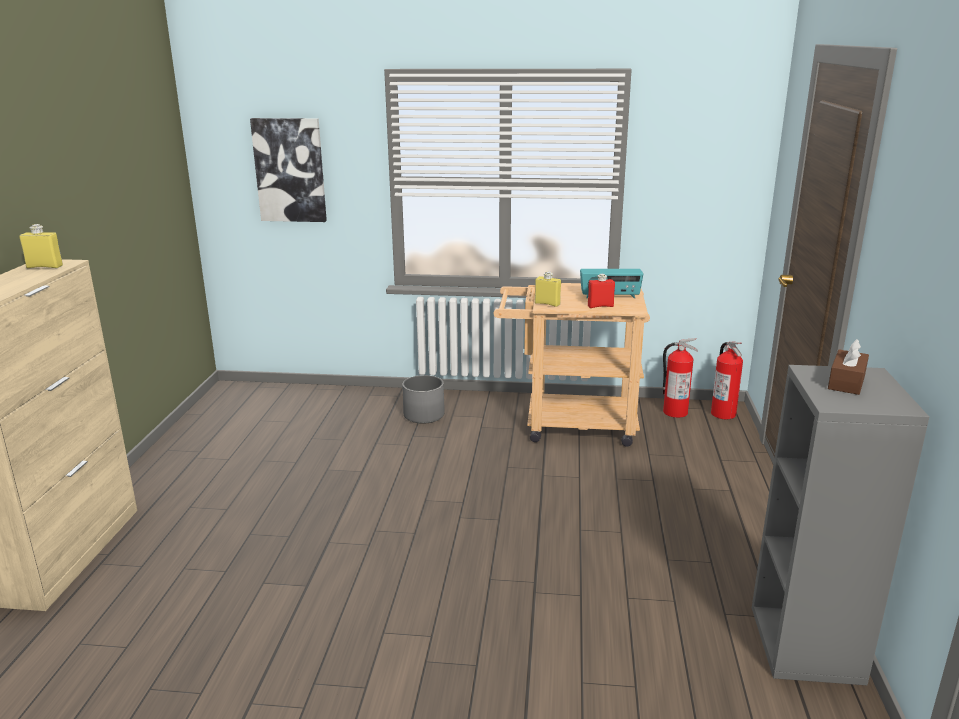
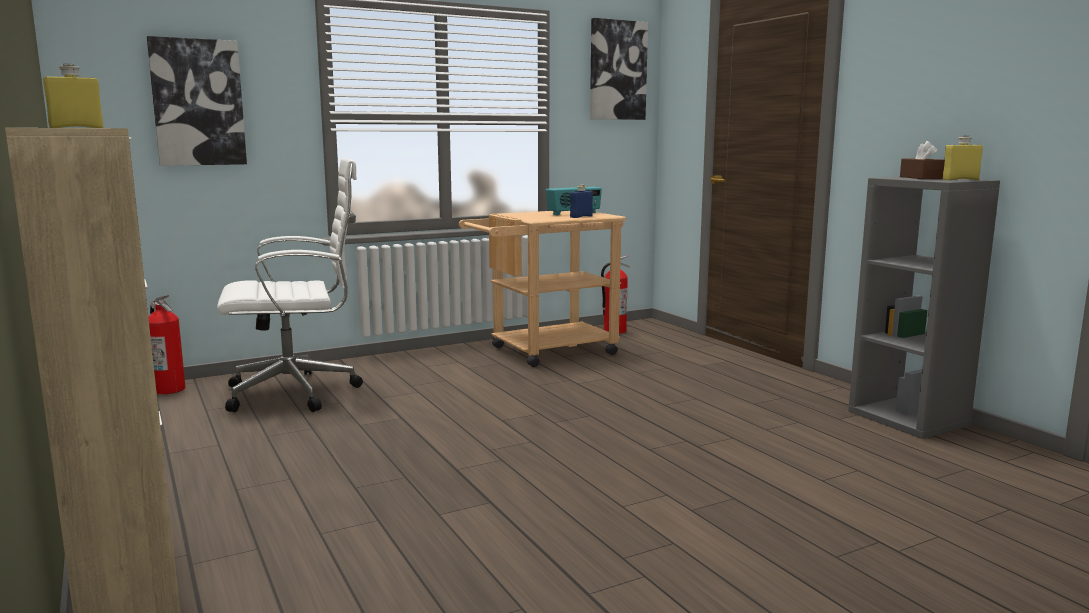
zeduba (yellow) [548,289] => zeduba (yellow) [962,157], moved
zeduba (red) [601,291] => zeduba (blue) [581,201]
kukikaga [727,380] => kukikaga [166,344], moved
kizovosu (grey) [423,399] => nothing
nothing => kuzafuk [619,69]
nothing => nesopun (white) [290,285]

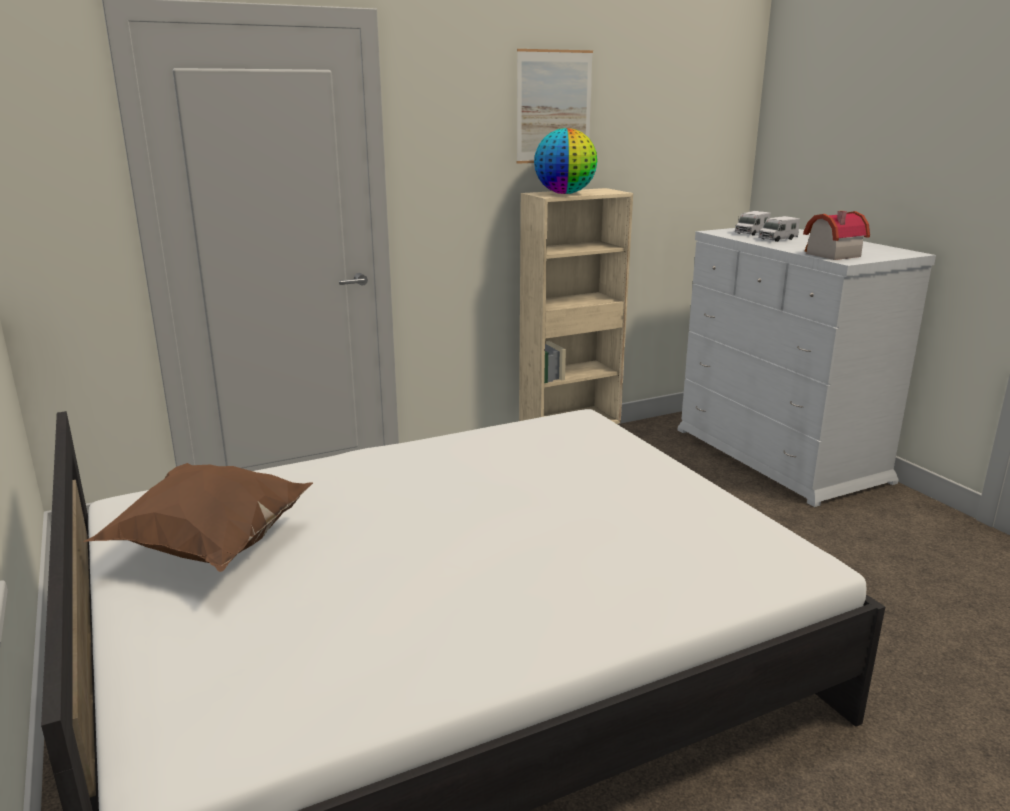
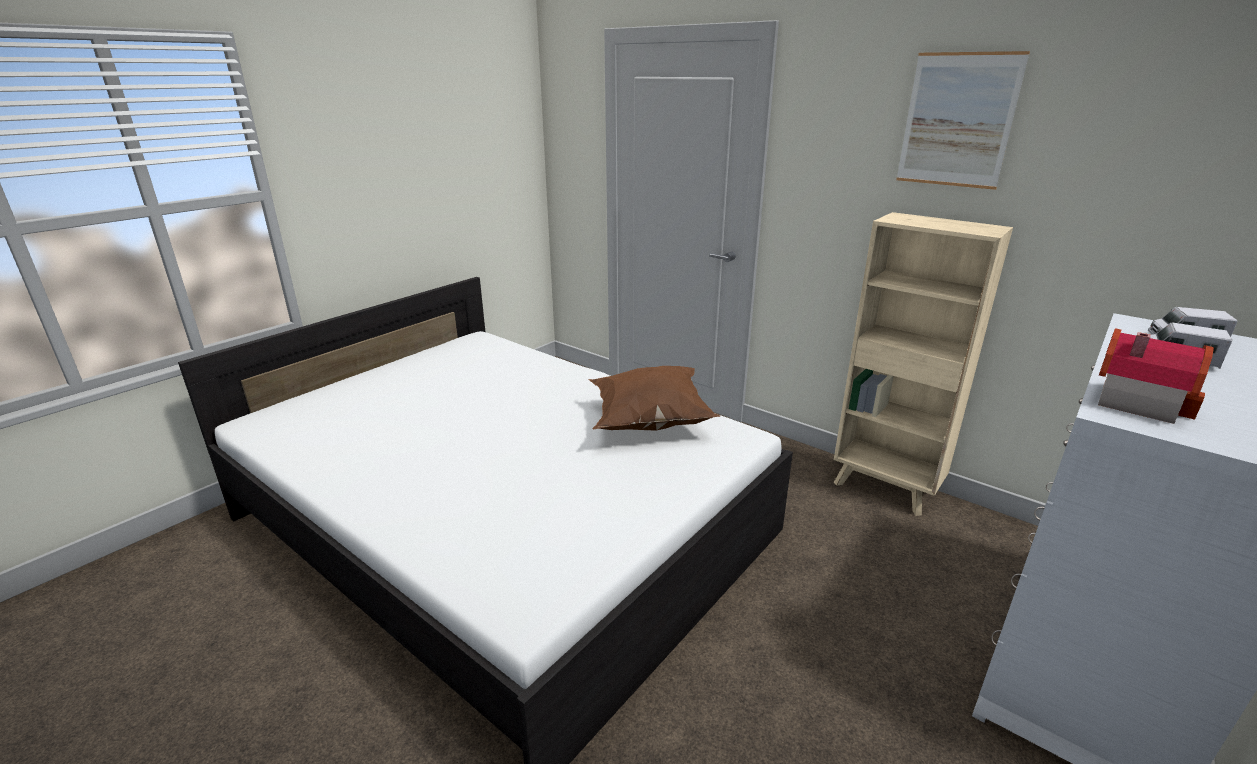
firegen [565,161] => nothing
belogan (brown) [198,517] => belogan (brown) [654,398], moved

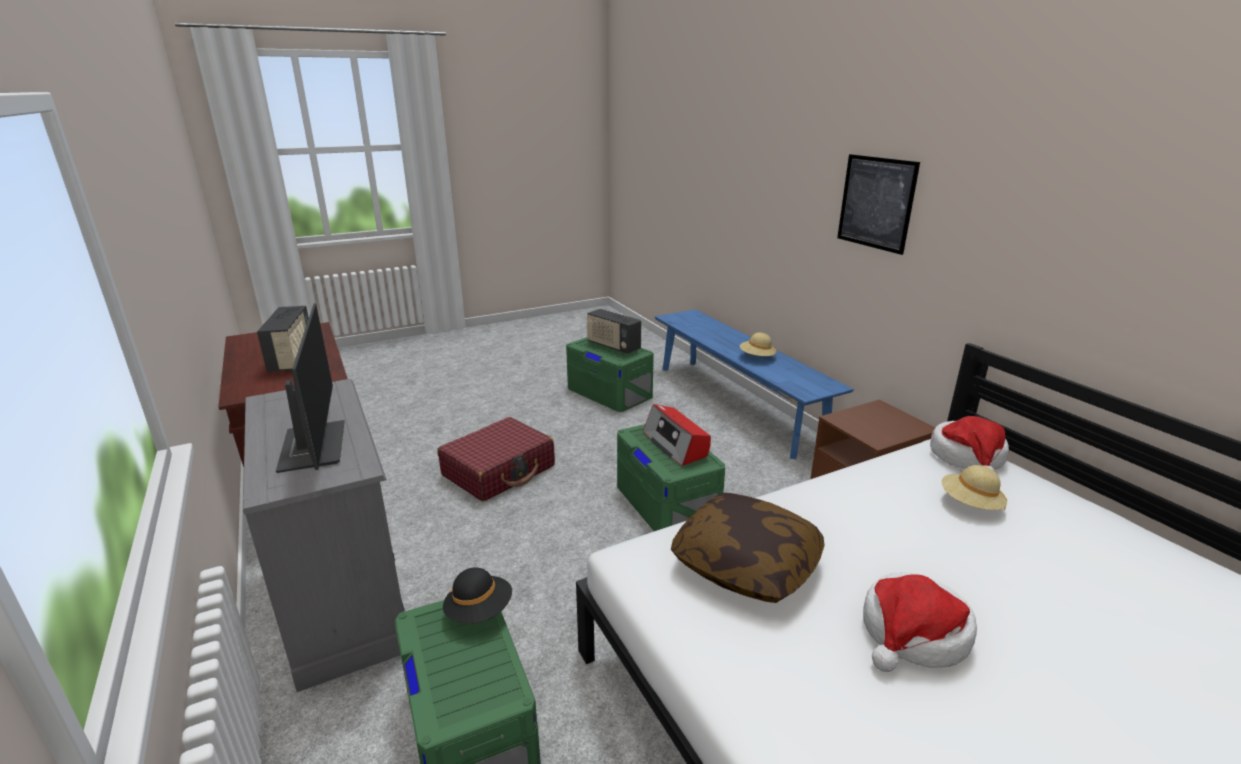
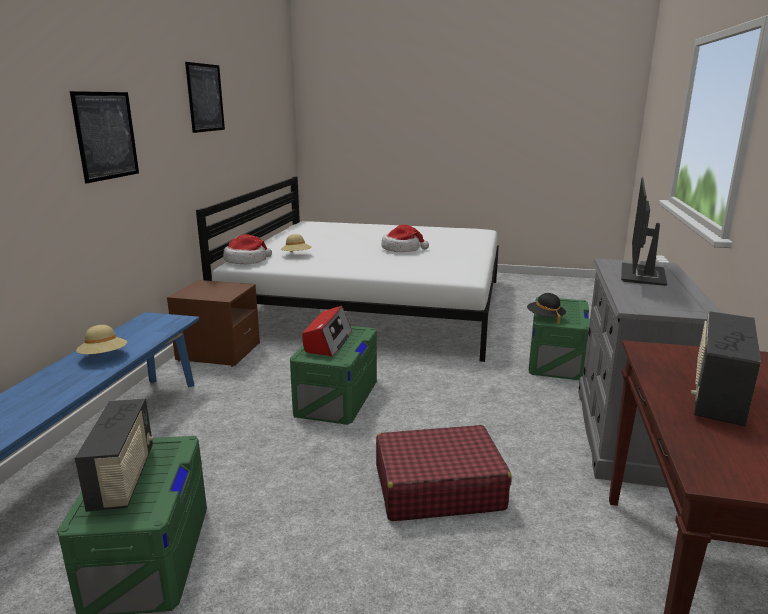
belogan [748,548] => nothing
nothing => kuzafuk [205,97]

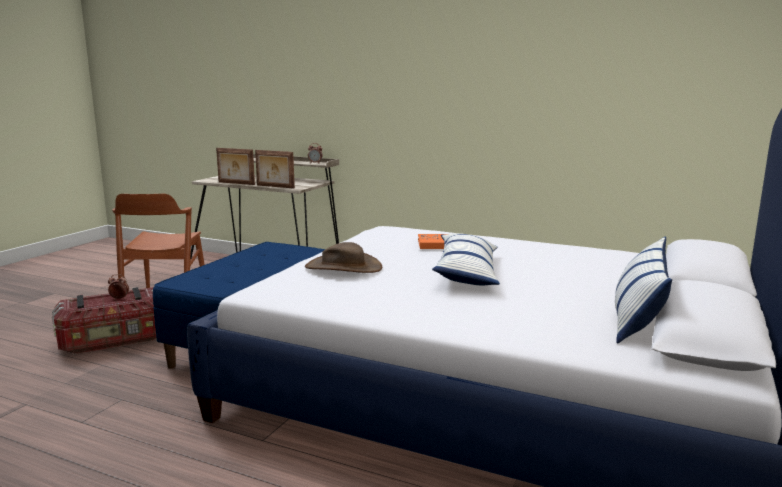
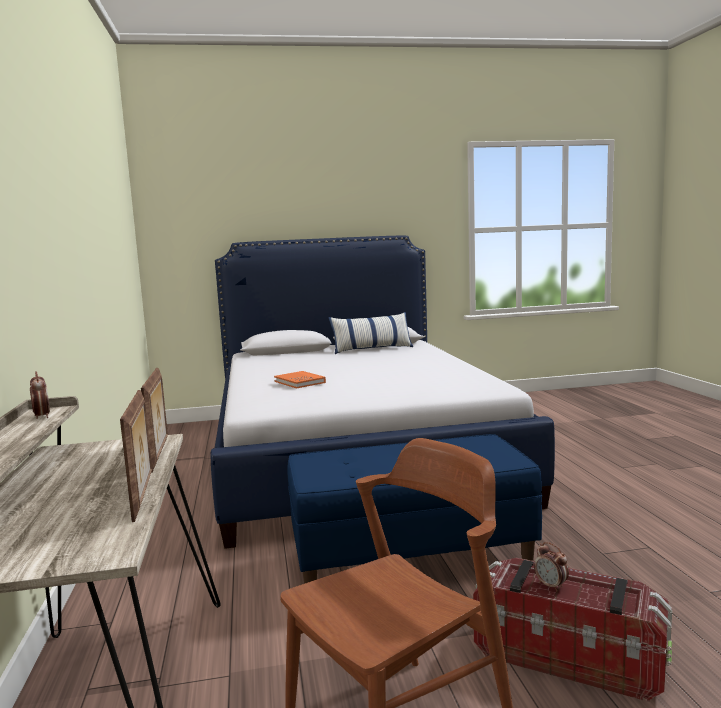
belogan [466,259] => nothing
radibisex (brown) [343,257] => nothing

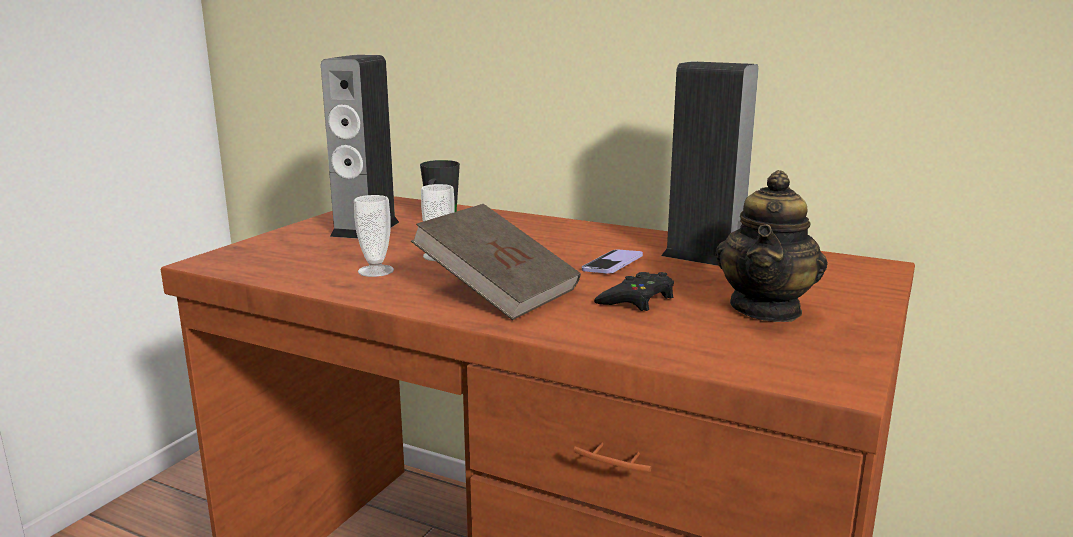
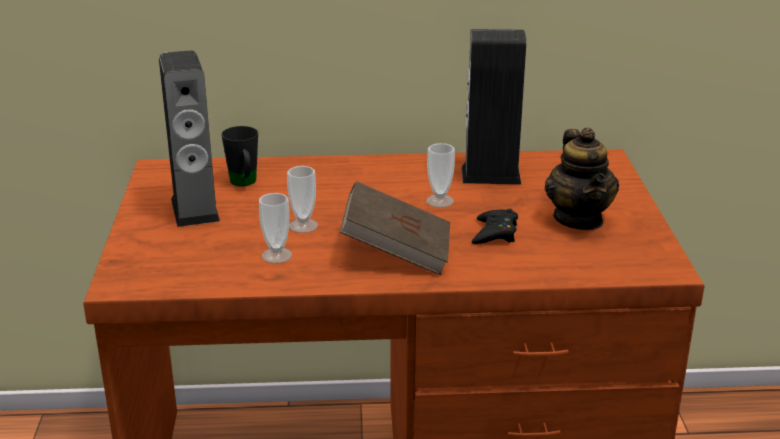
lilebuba [612,262] => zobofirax [440,175]

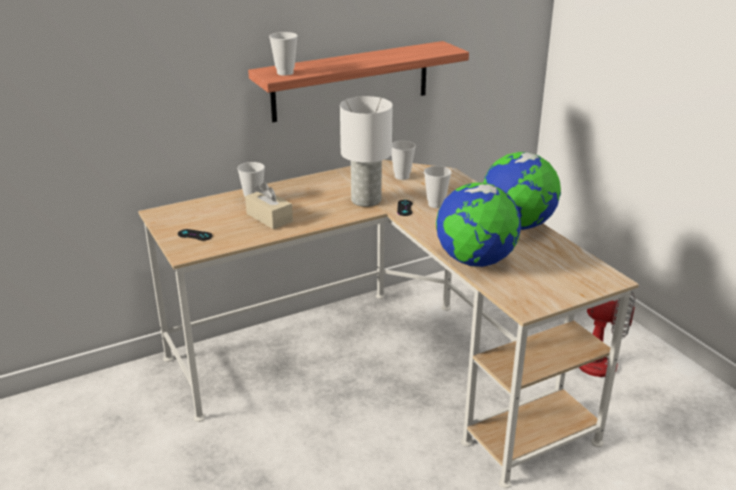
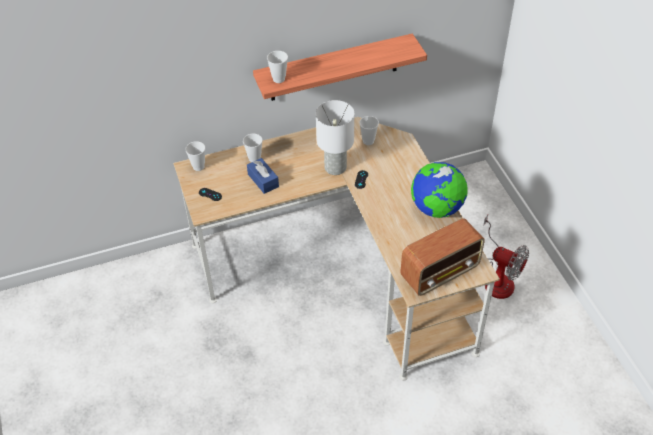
zobofirax [437,187] => zobofirax [195,156], moved
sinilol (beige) [269,205] => sinilol (blue) [263,176]
firegen [478,225] => nothing
nothing => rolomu [442,257]

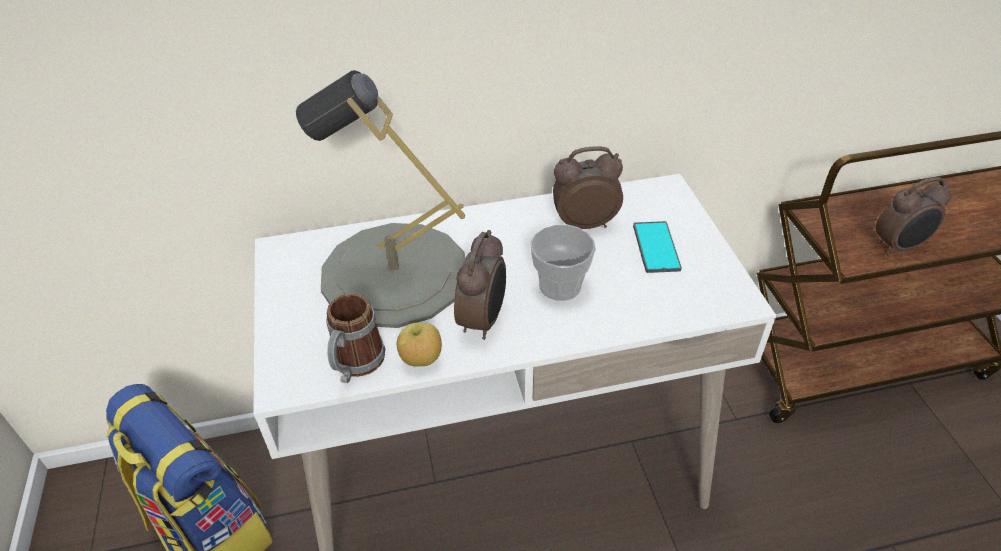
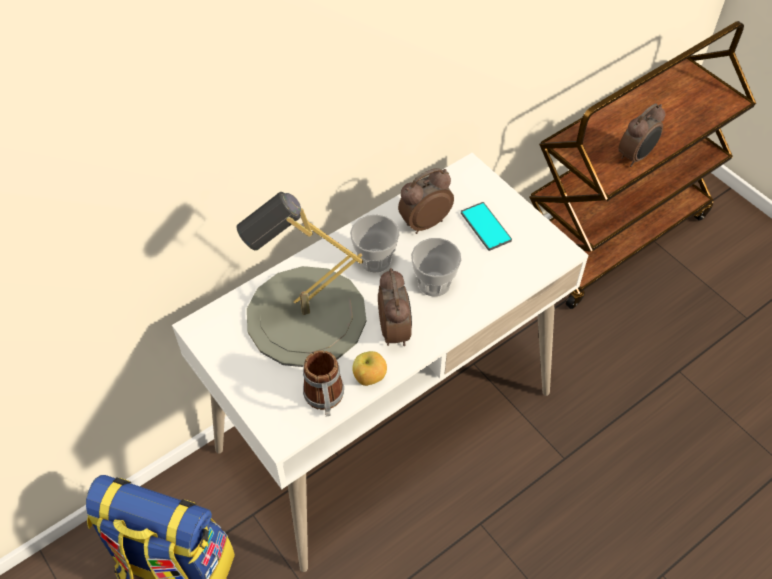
nothing => zobofirax [375,243]

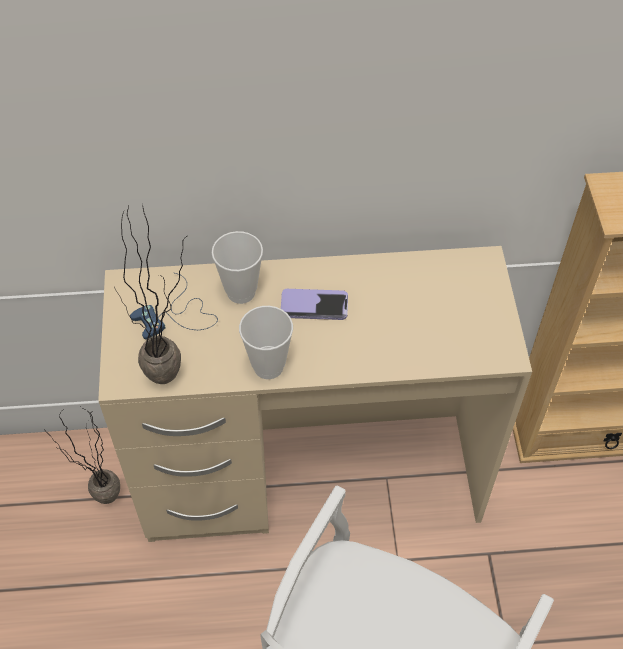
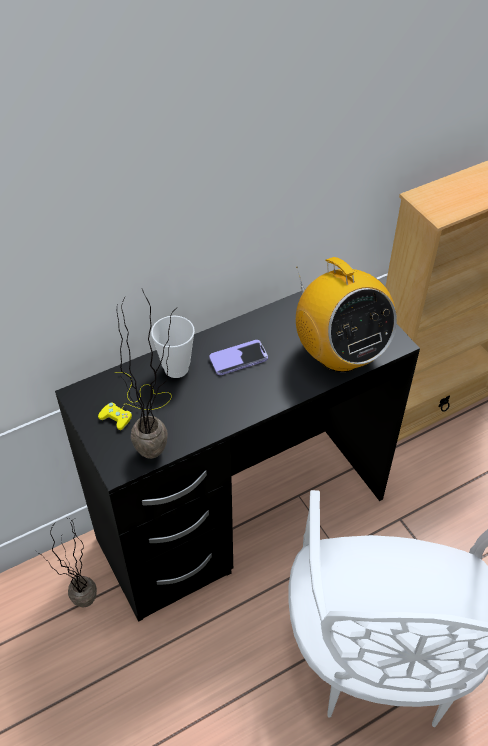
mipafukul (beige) [315,394] => mipafukul (black) [237,456]
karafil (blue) [174,306] => karafil (yellow) [135,401]
zobofirax [266,342] => nothing
nothing => rolomu [346,314]

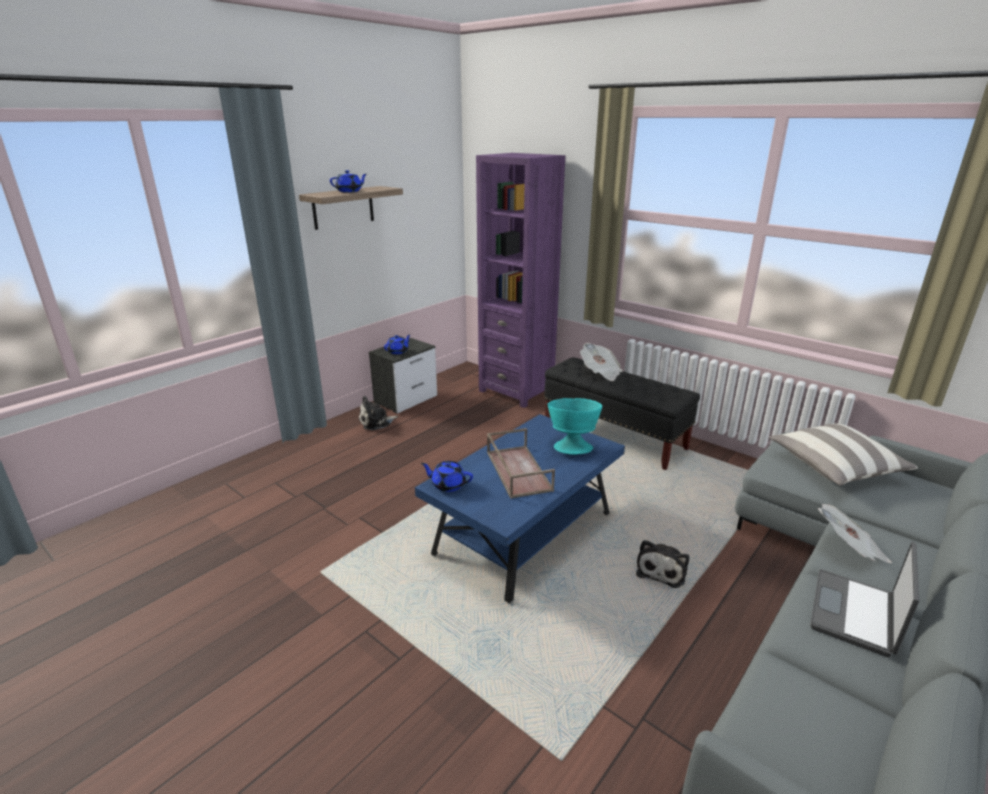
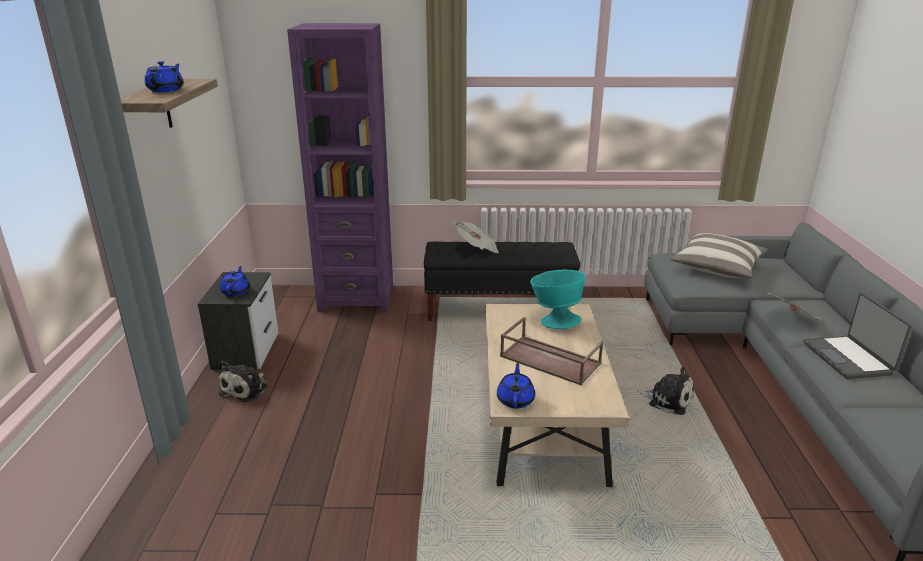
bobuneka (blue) [520,509] => bobuneka (beige) [557,396]
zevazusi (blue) [447,476] => zevazusi (blue) [516,386], 120 degrees clockwise
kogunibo [662,564] => kogunibo [665,391], 45 degrees counterclockwise

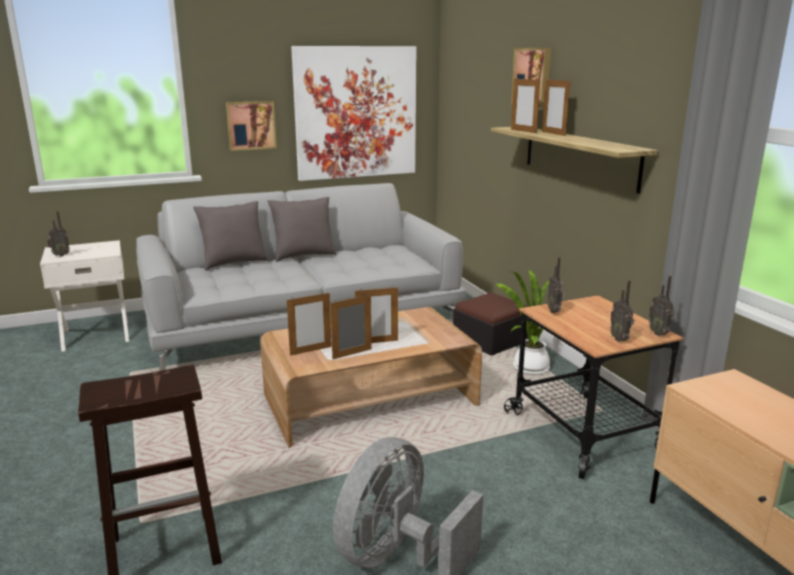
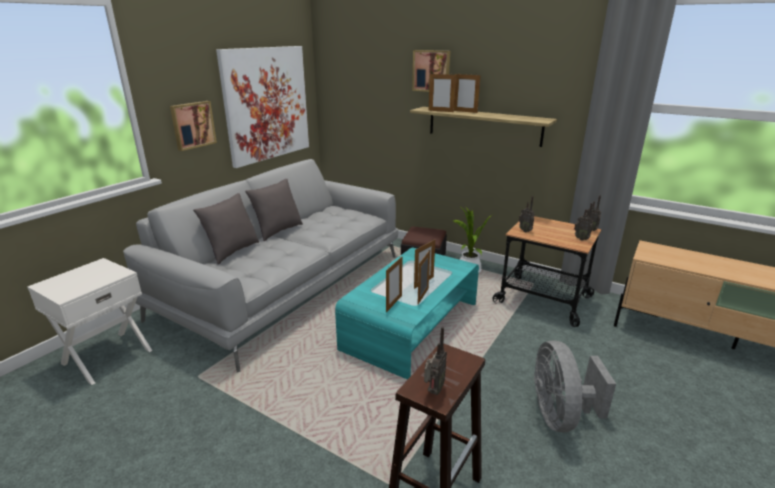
rolomu [58,234] => rolomu [435,361], moved
bobuneka (brown) [371,377] => bobuneka (turquoise) [407,313]

